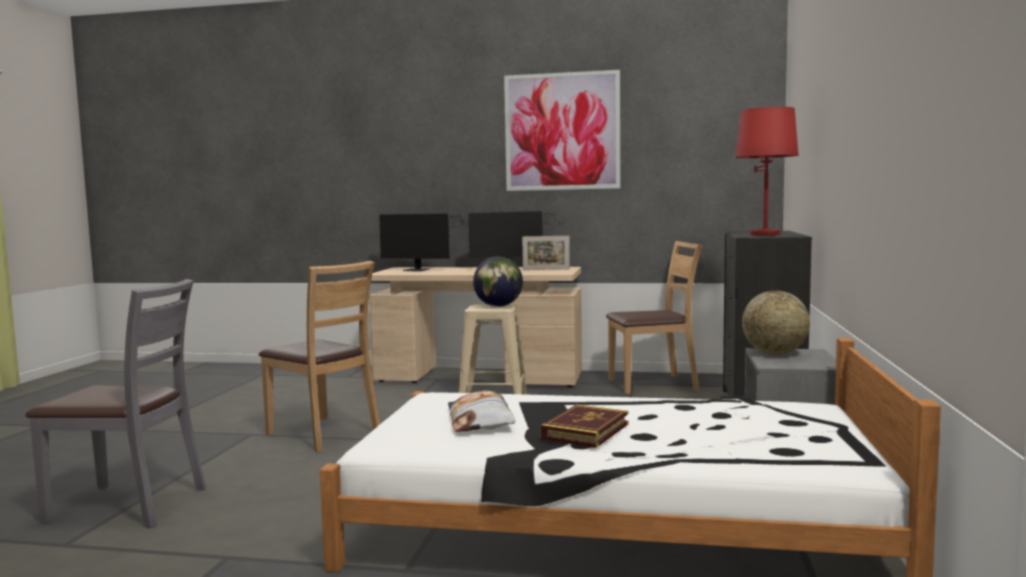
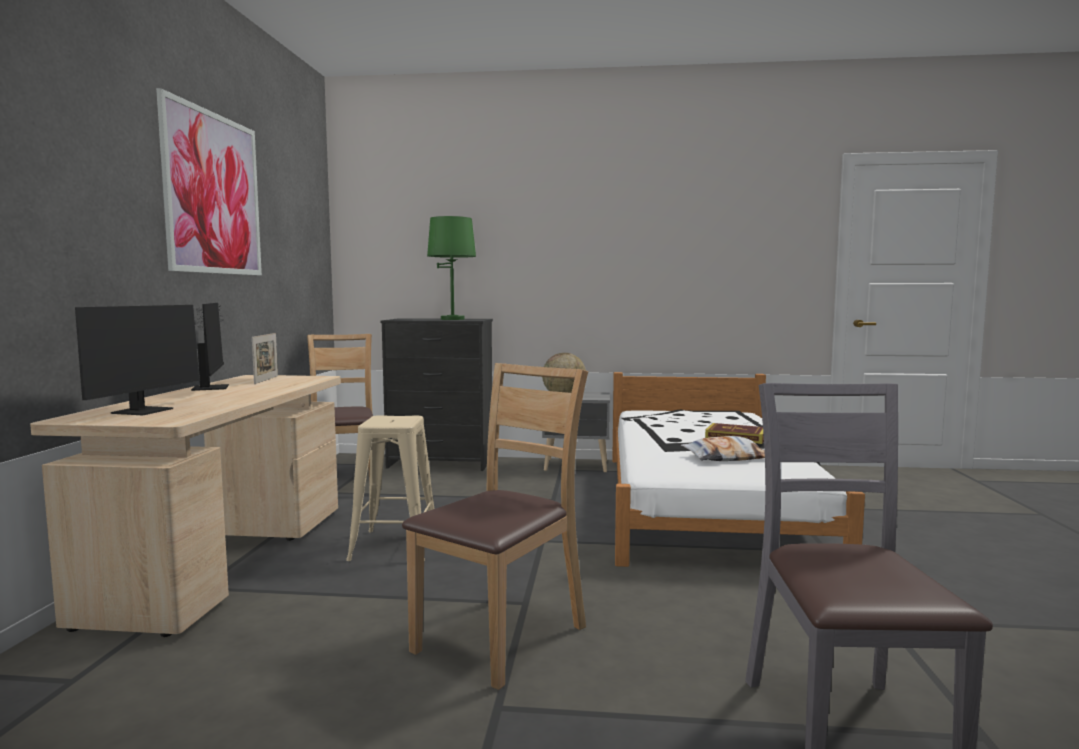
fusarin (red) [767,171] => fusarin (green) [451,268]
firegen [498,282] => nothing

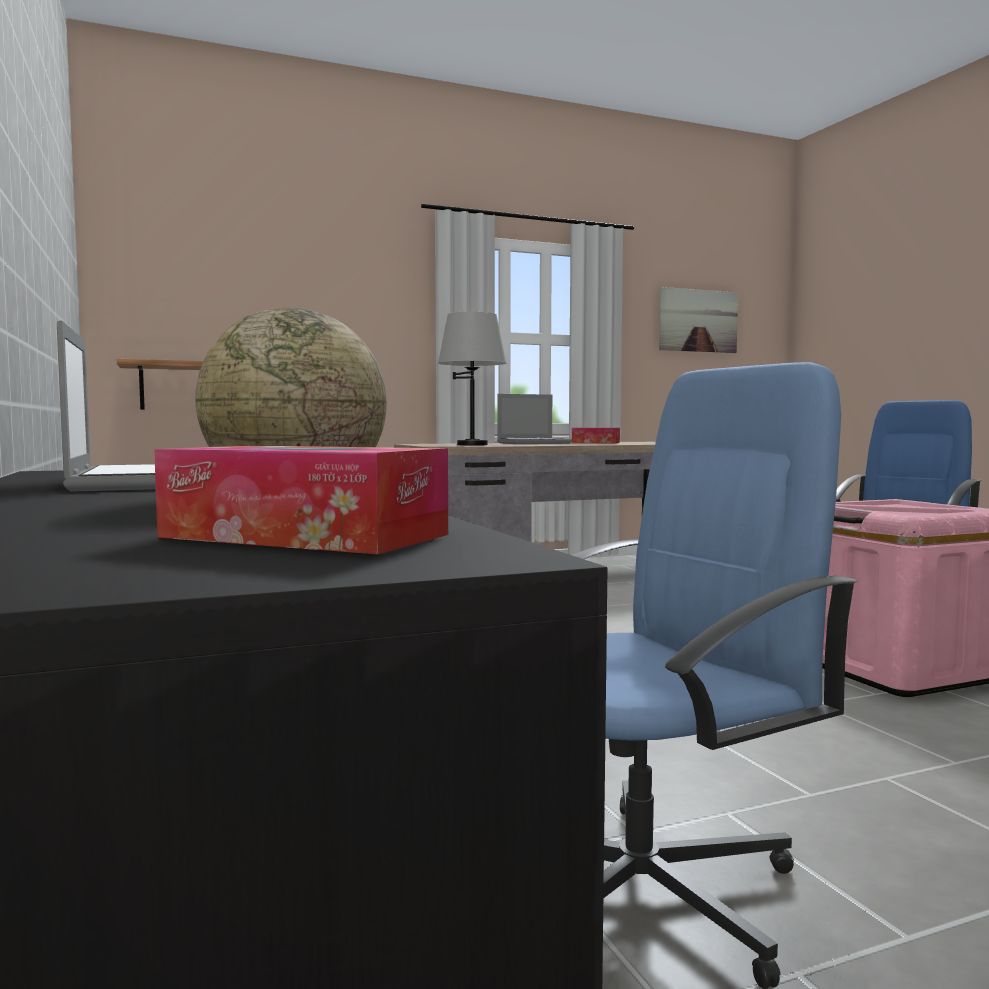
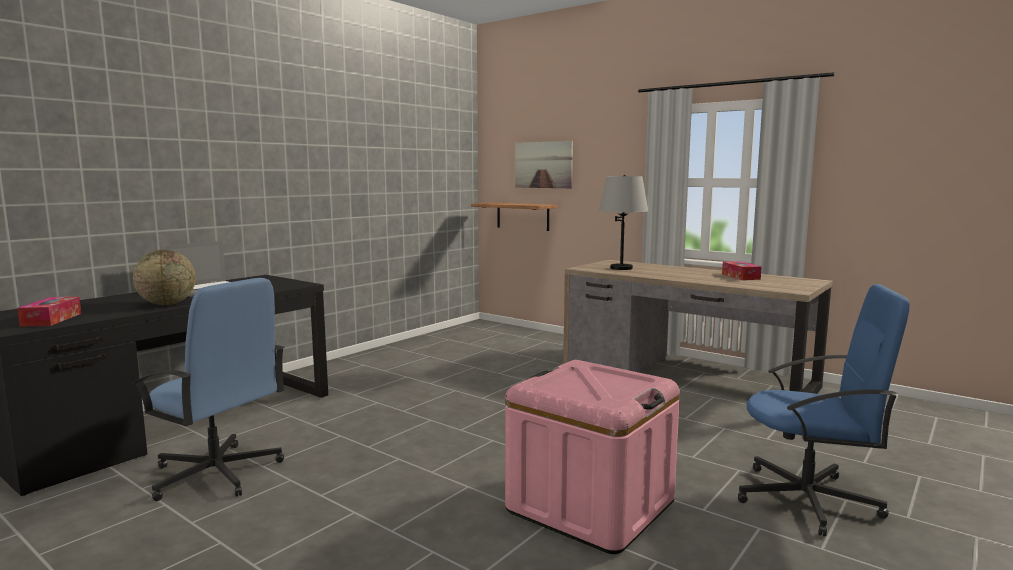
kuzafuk [698,320] => kuzafuk [544,164], moved
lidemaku [534,419] => nothing

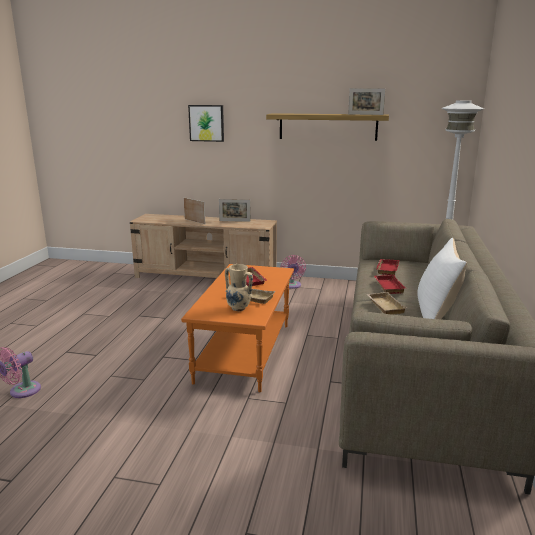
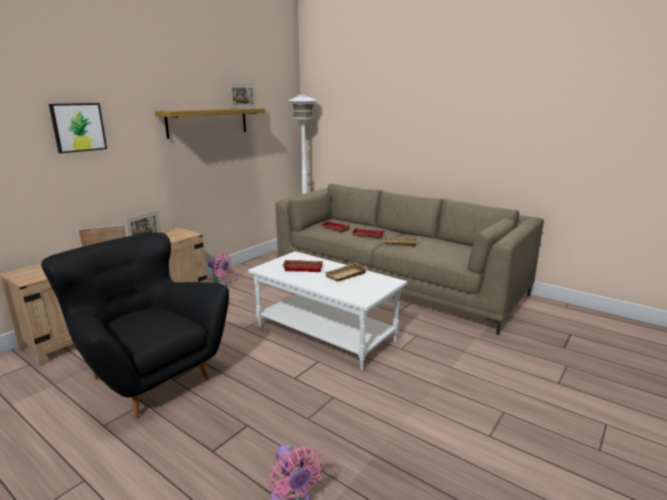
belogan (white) [442,278] => nothing
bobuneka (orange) [237,328] => bobuneka (white) [327,311]
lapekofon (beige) [239,287] => nothing
nothing => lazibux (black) [135,325]

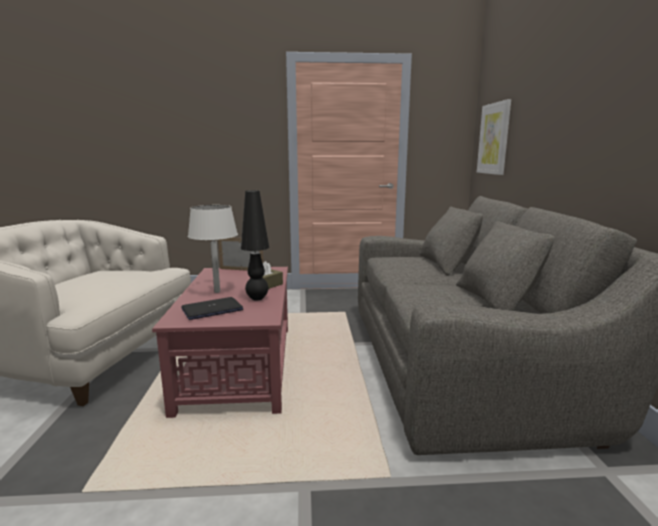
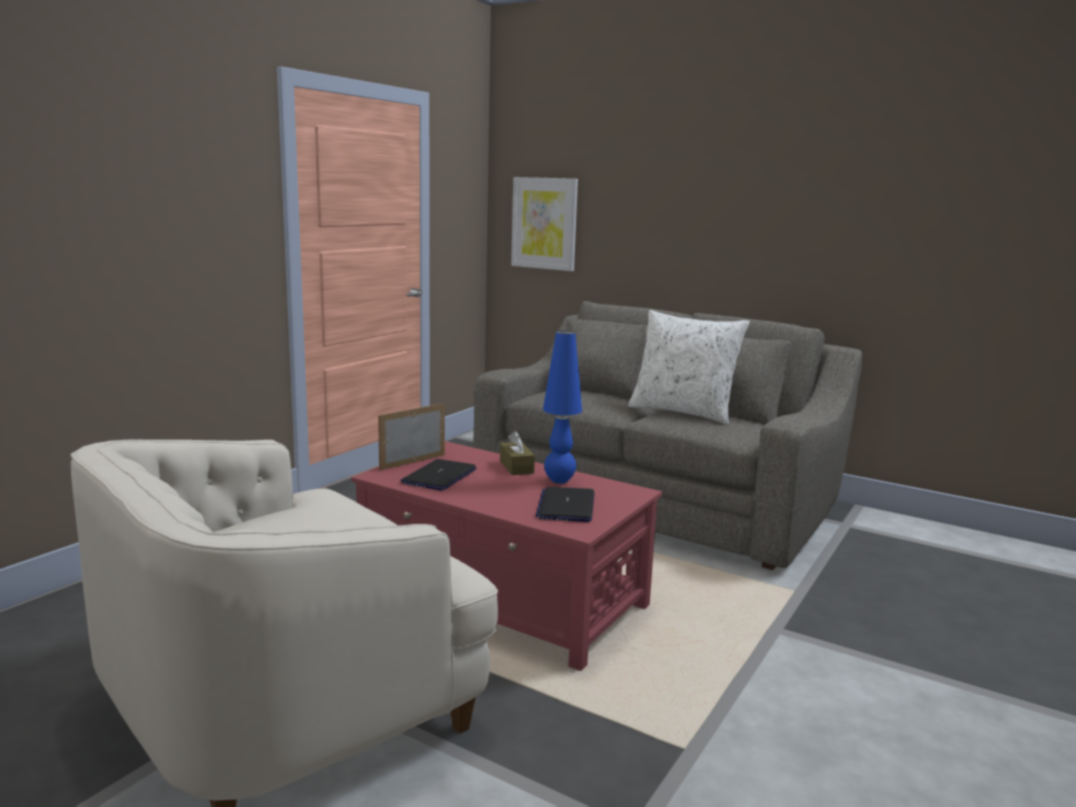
fusarin (black) [255,245] => fusarin (blue) [562,407]
fusarin (white) [213,249] => nothing
nothing => belogan (white) [689,367]
nothing => lidemaku [438,475]

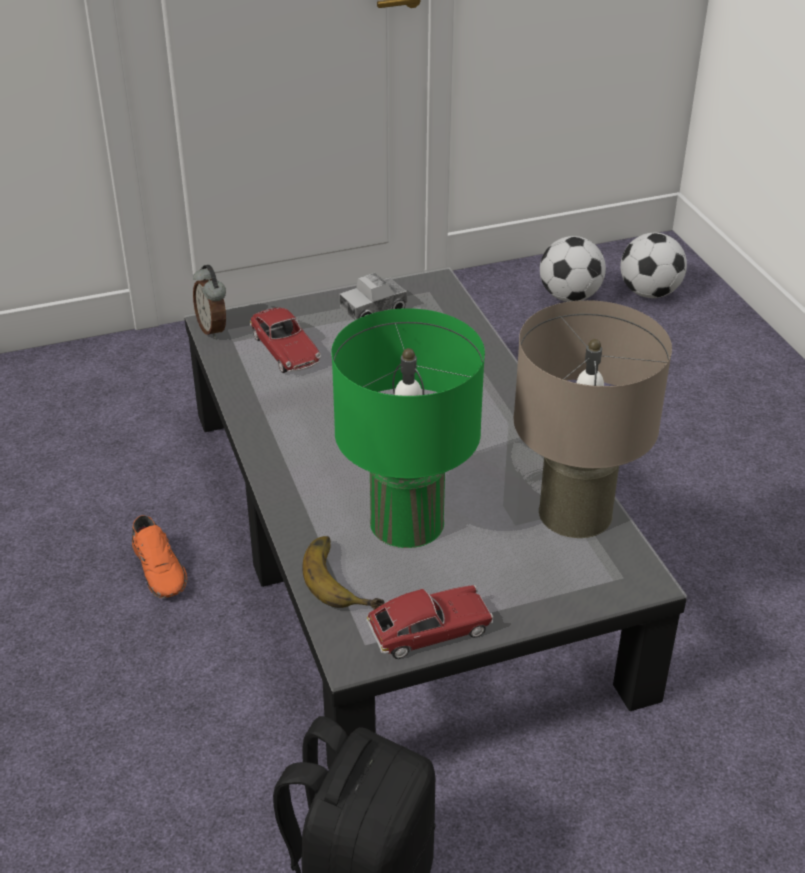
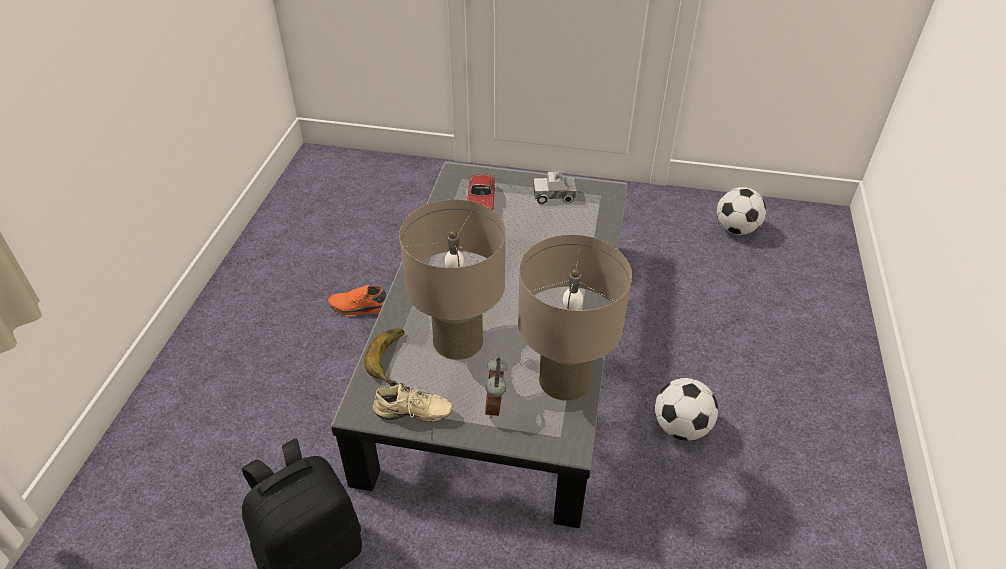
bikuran [654,265] => bikuran [686,409], moved
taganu [209,302] => taganu [496,388], moved
fusarin (green) [408,428] => fusarin (beige) [452,280]
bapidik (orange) [159,556] => bapidik (orange) [357,300], 90 degrees clockwise
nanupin [430,622] => bapidik (beige) [412,402]

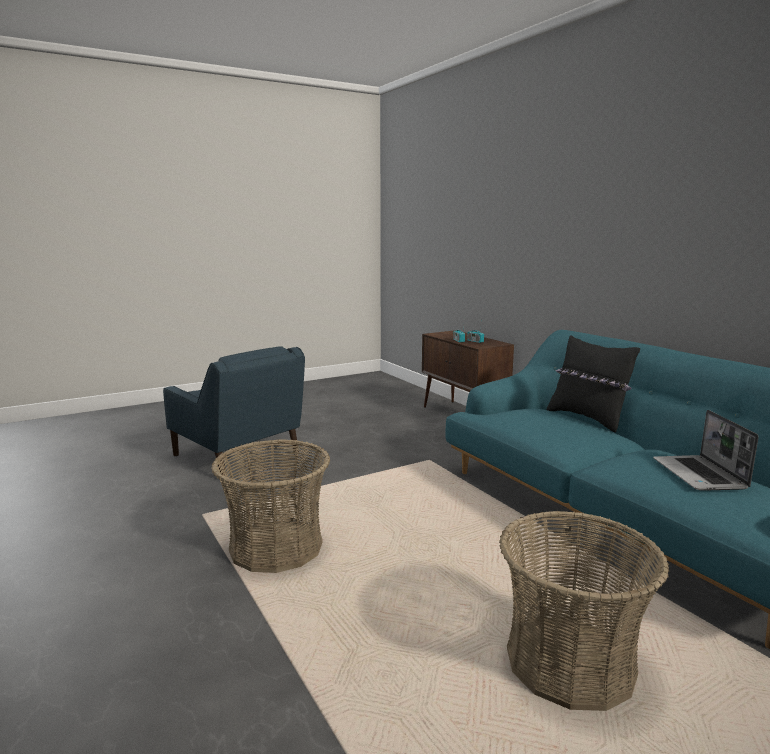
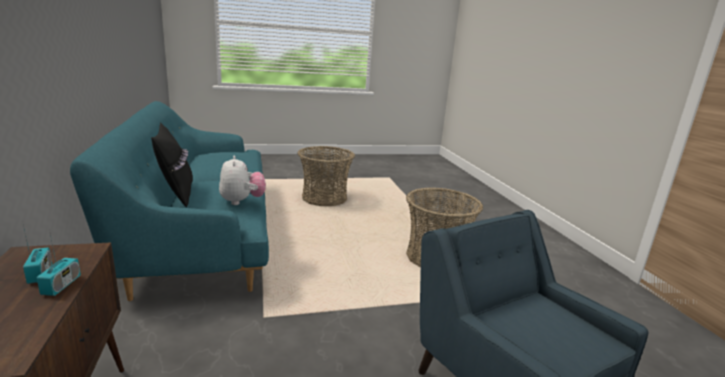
lidemaku [706,450] => nothing
nothing => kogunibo [242,180]

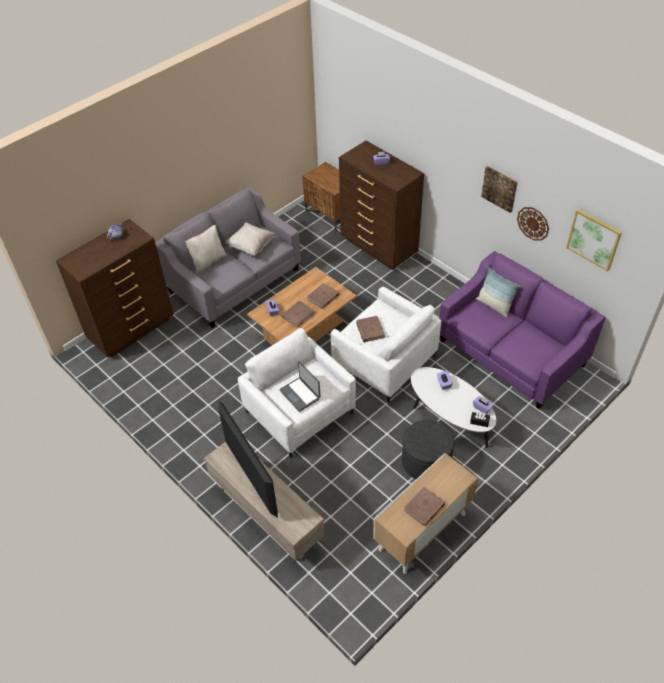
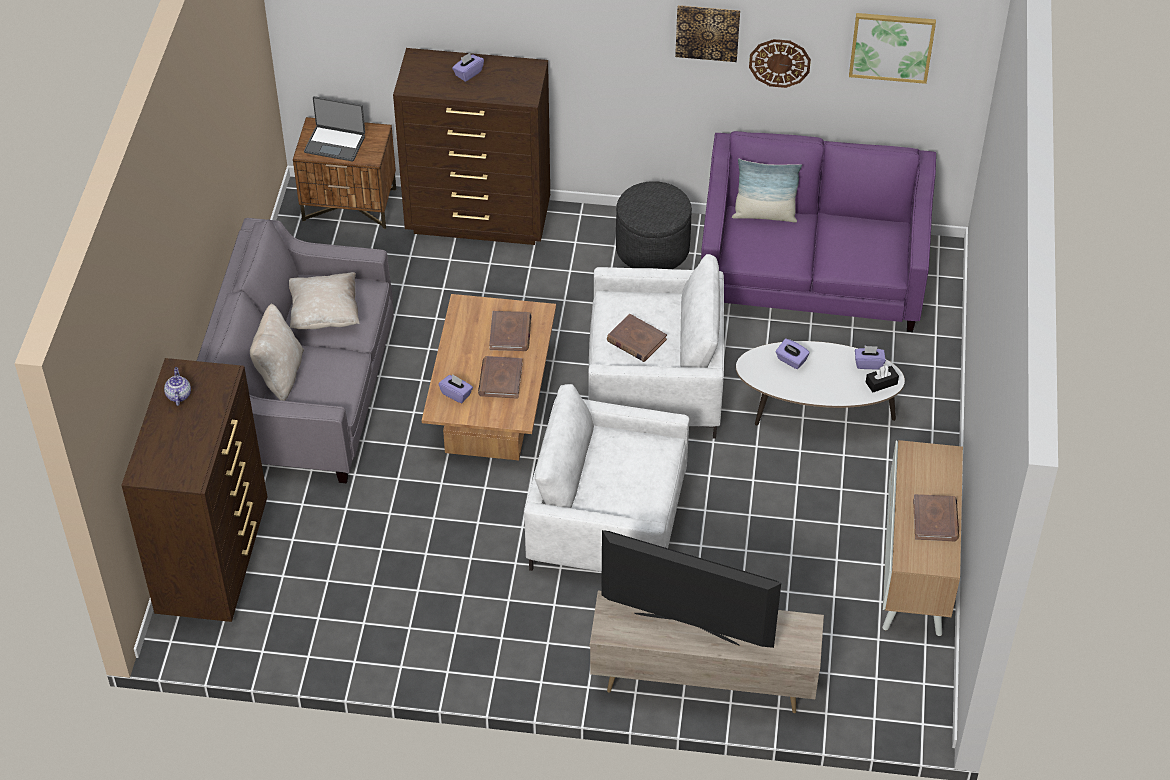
lidemaku [299,386] => lidemaku [334,128], moved
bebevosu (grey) [428,449] => bebevosu (grey) [654,225], moved

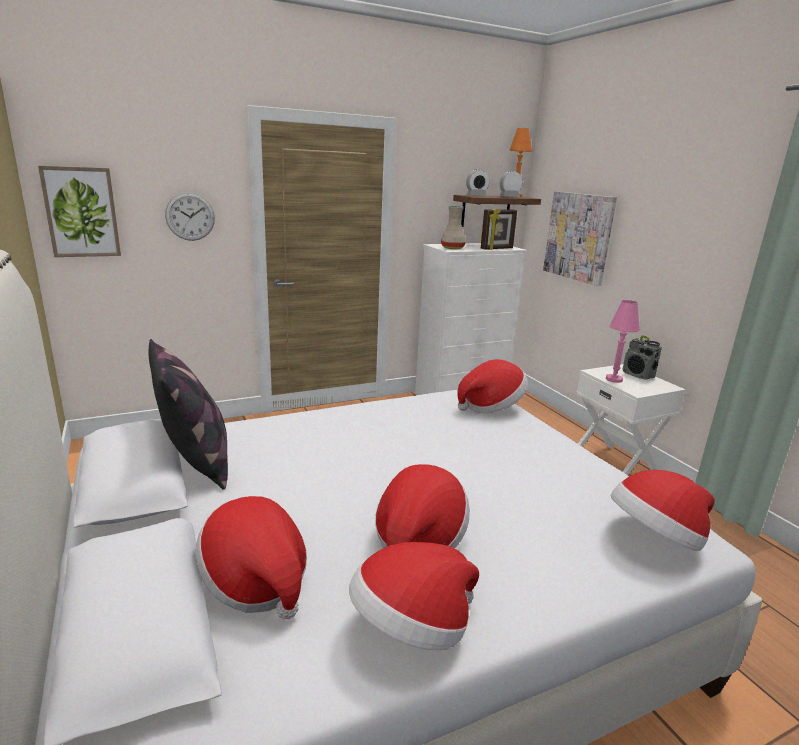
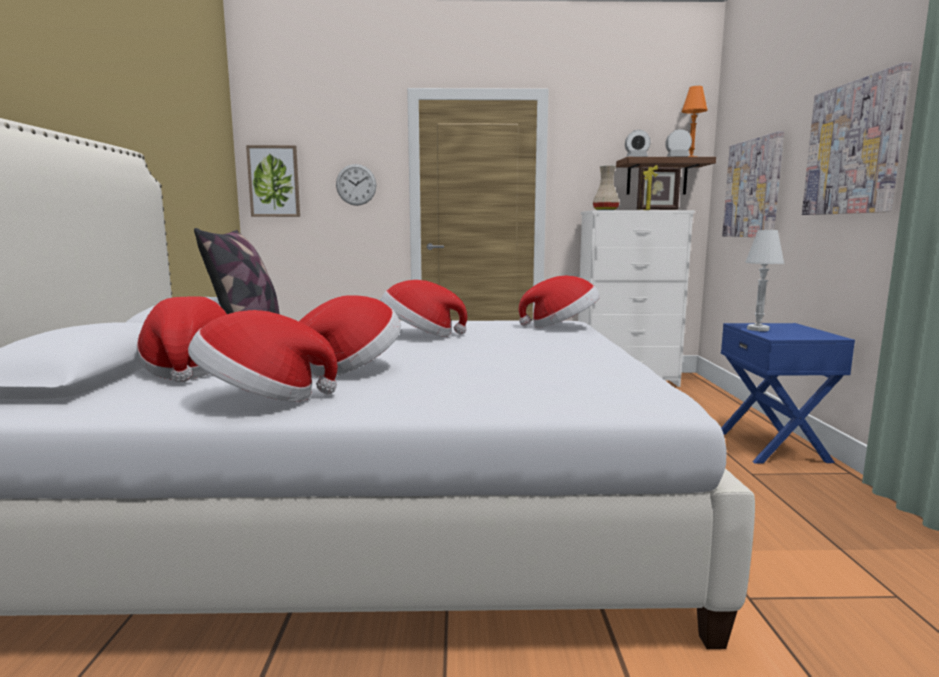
fusarin (pink) [623,341] => fusarin (white) [764,280]
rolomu [642,357] => nothing
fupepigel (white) [631,419] => fupepigel (blue) [788,393]
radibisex [663,510] => radibisex [423,308], moved
nothing => kuzafuk [857,138]

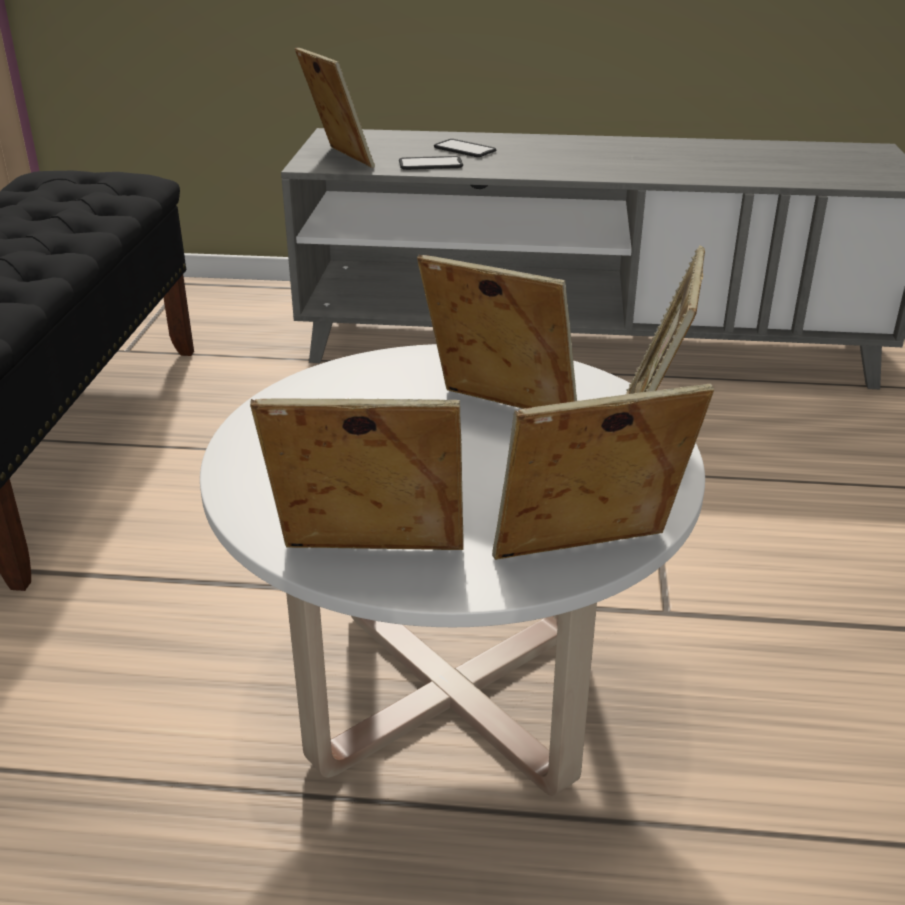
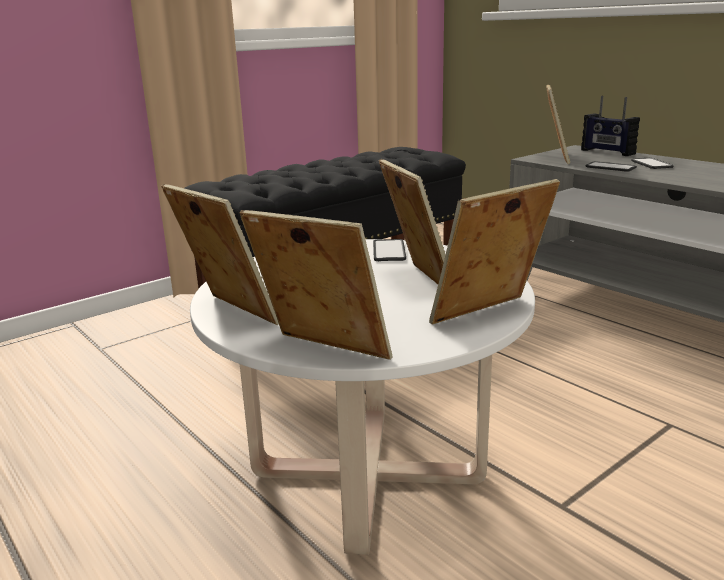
nothing => rolomu [610,126]
nothing => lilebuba [389,250]

